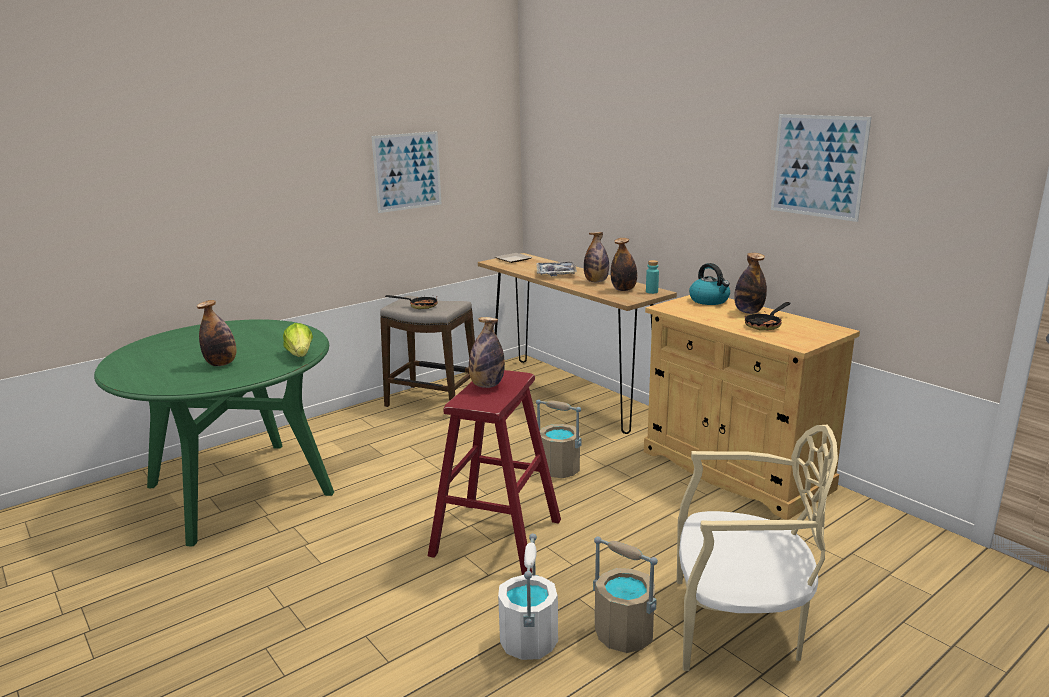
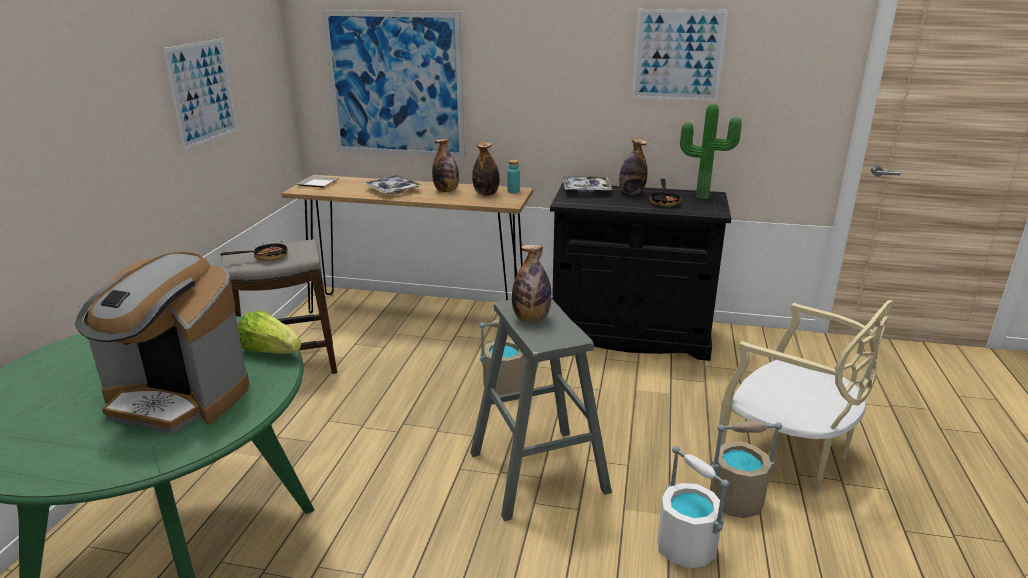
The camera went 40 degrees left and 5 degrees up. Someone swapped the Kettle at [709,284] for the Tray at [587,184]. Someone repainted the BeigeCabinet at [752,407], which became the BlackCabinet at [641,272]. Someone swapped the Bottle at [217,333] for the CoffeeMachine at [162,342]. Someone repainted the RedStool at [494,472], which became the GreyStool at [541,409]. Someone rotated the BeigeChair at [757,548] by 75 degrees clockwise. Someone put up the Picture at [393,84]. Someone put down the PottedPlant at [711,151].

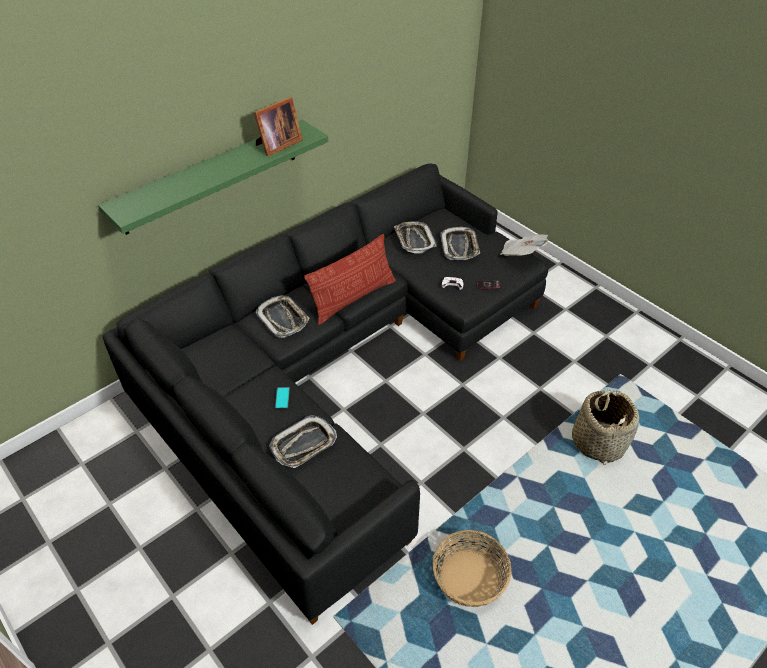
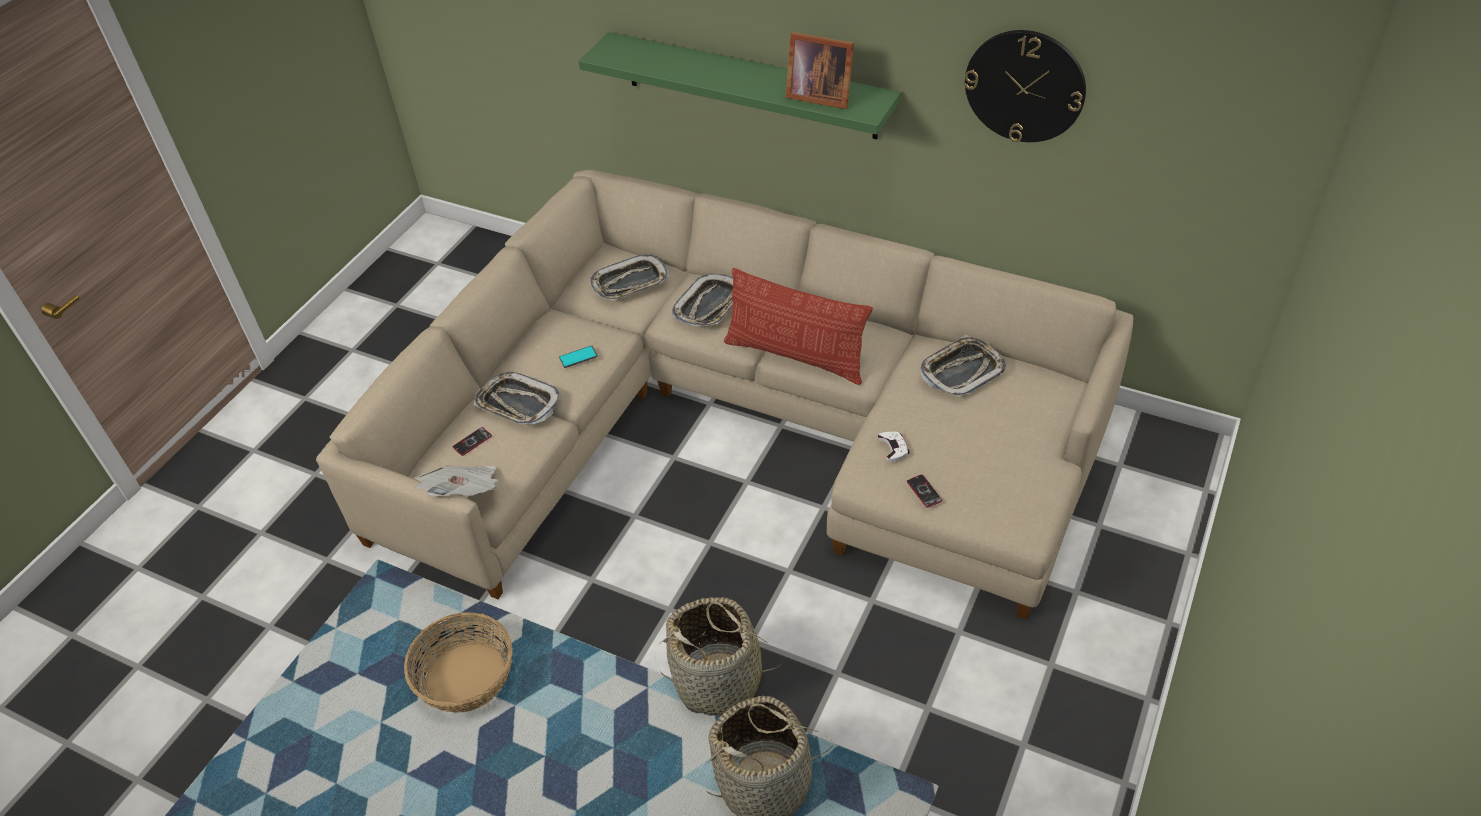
The camera went 70 degrees right and 0 degrees up. Someone repainted the BlackSofa at [326,394], which became the BeigeSofa at [725,394]. Someone carried the Tray from [460,243] to [630,277]. Someone carried the Newspaper from [524,245] to [456,480]. Someone put up the WallClock at [1025,86]. Someone put down the Phone at [472,441]. Someone put down the Basket at [721,656].

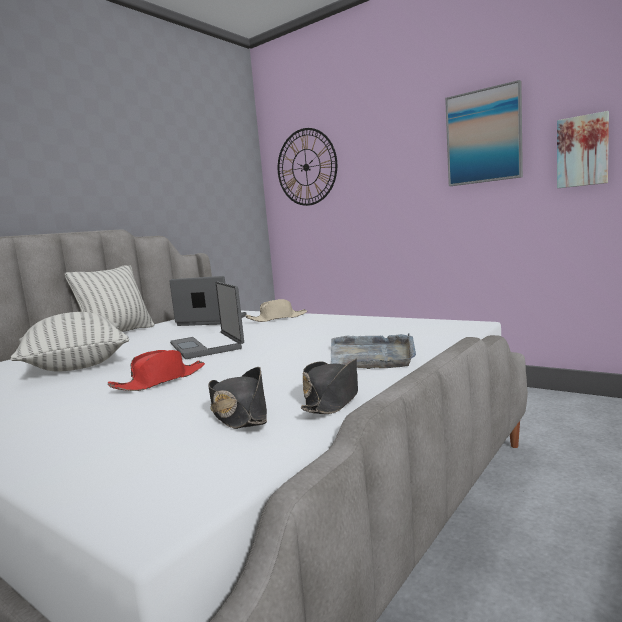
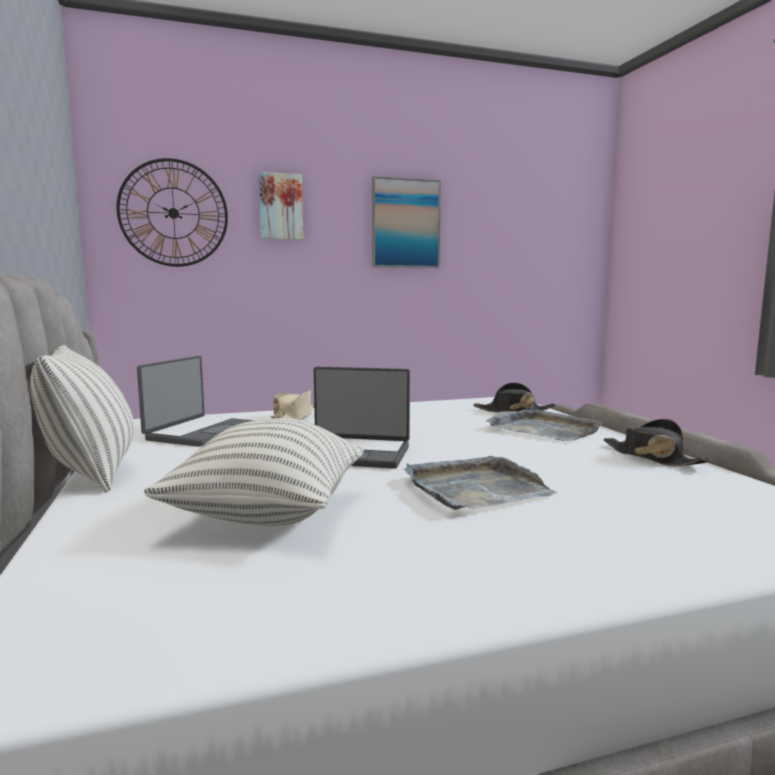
The camera went 55 degrees left and 0 degrees up. Someone carried the Picture from [583,149] to [281,206]. Someone rotated the Laptop at [208,301] by 150 degrees clockwise. Someone swapped the RedHat at [156,370] for the GreyTray at [480,483]. Someone carried the BlackHat from [237,398] to [514,397].

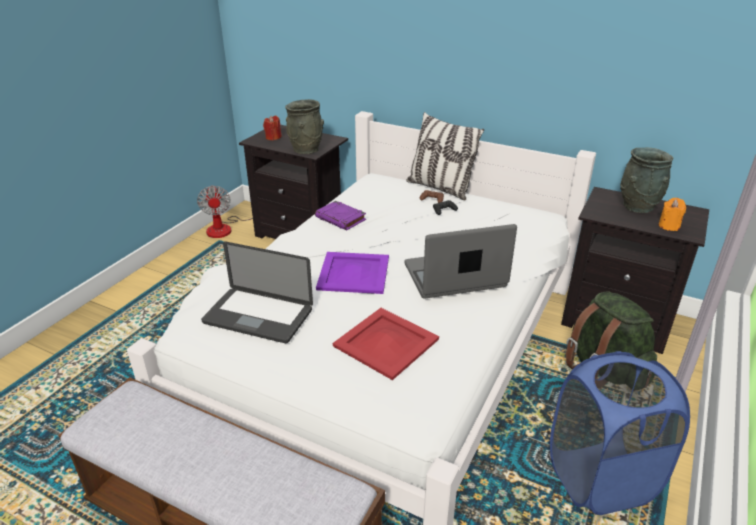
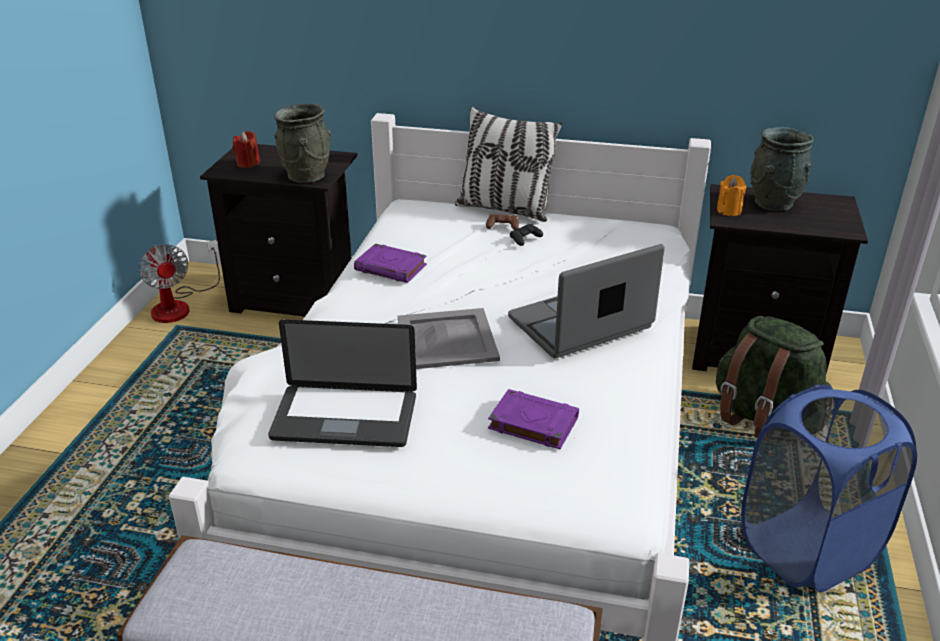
The camera went 15 degrees left and 0 degrees up. Someone carried the OrangeCandle from [672,214] to [731,195]. Someone repainted the PurpleTray at [352,273], which became the GreyTray at [449,338]. Someone swapped the RedTray at [386,344] for the PurpleBook at [533,419].

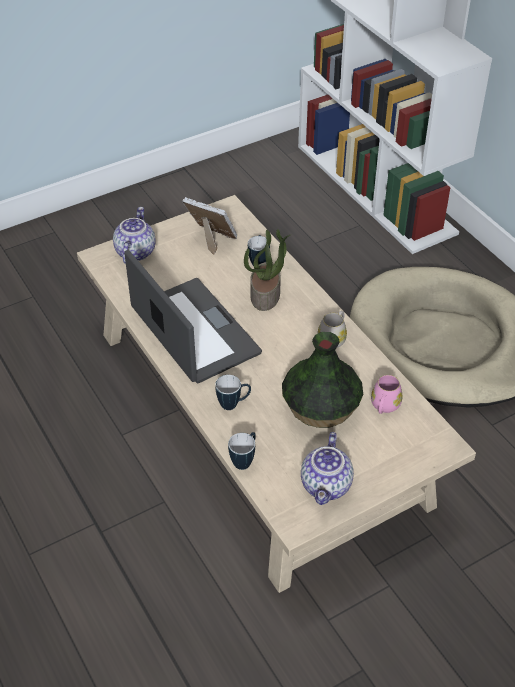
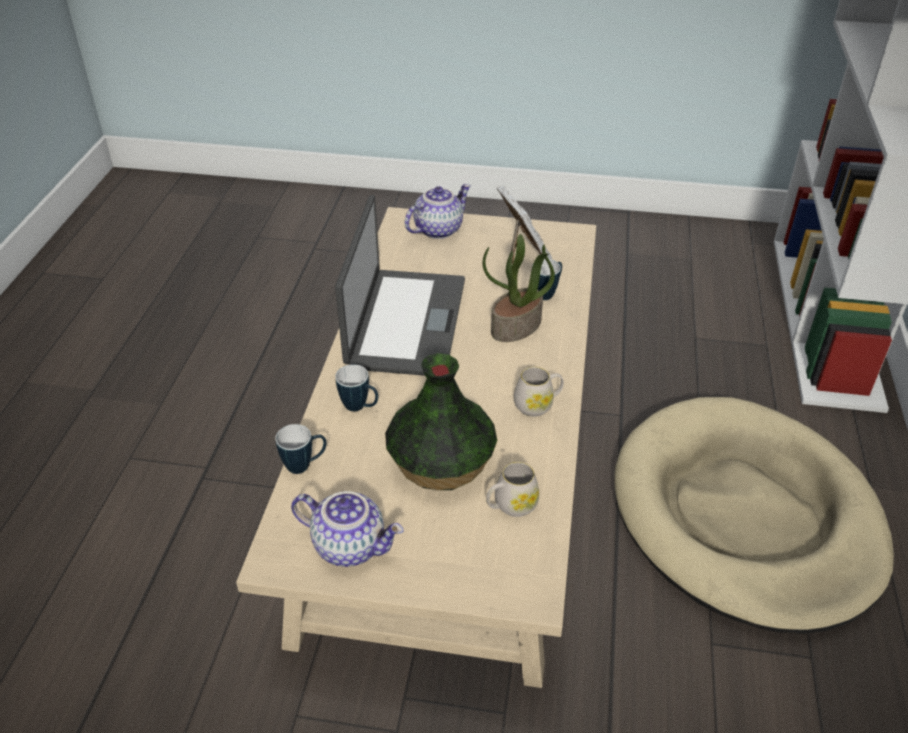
The camera went 40 degrees right and 5 degrees down. Someone repainted the PinkMug at [386,394], which became the WhiteMug at [512,489]. Someone rotated the Teapot at [327,468] by 120 degrees counterclockwise.

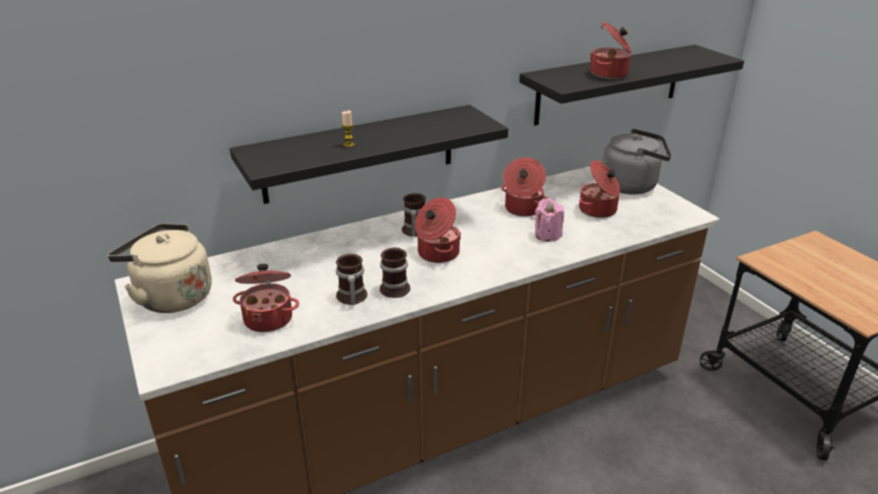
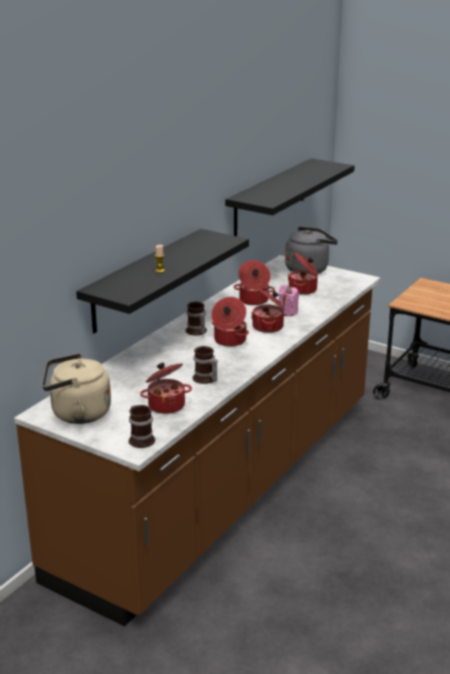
The camera went 30 degrees left and 5 degrees down. Someone carried the CookingPot from [611,50] to [268,310]. Someone carried the Mug from [395,272] to [142,426].

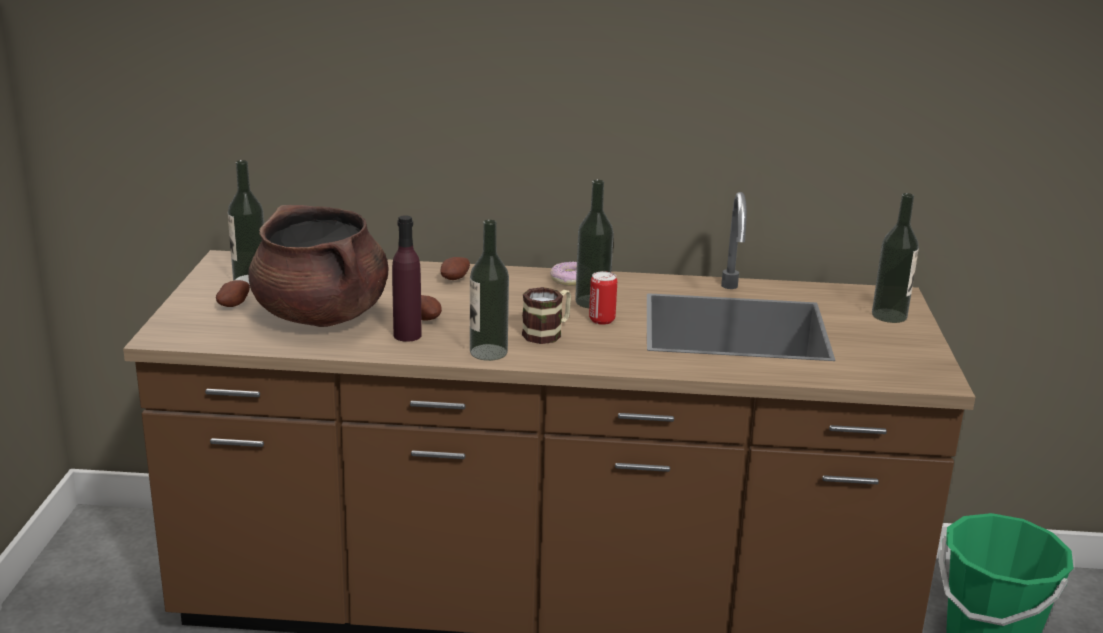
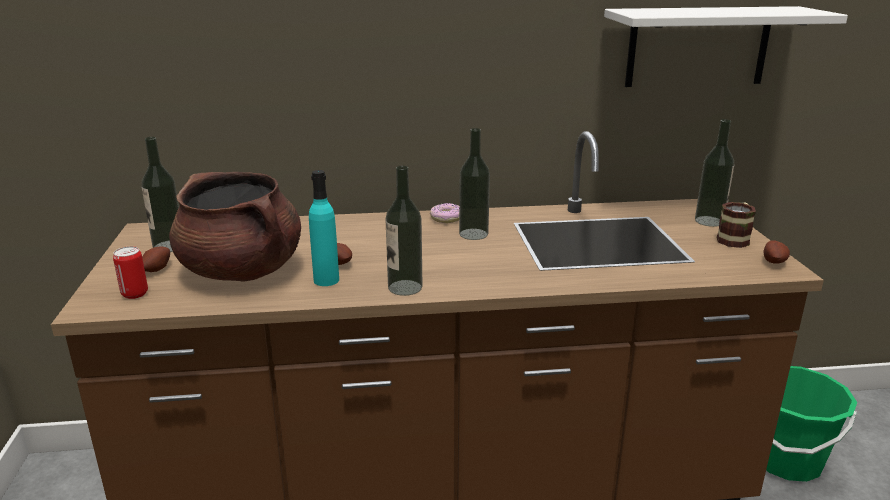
The camera went 10 degrees left and 0 degrees up. Someone repainted the PurpleBottle at [407,278], which became the TurquoiseBottle at [324,228]. Someone carried the Potato from [455,268] to [777,252]. Someone carried the Can from [603,298] to [130,272]. Someone carried the Mug from [546,315] to [736,225]. Someone put up the WhiteShelf at [726,46].

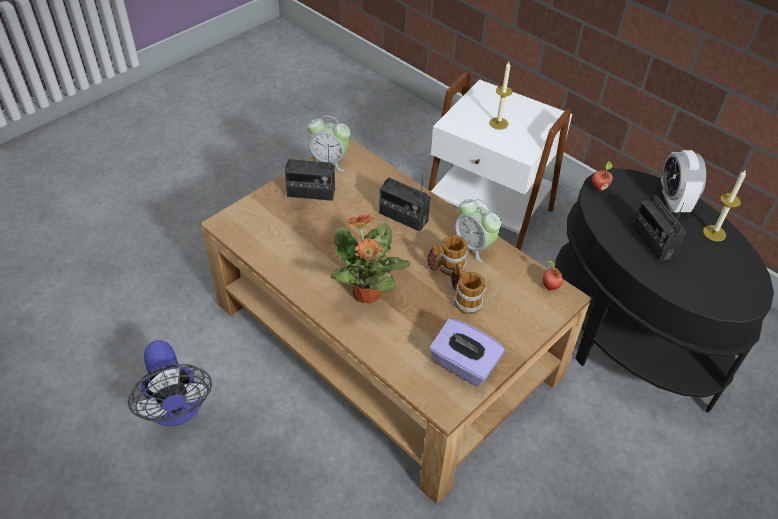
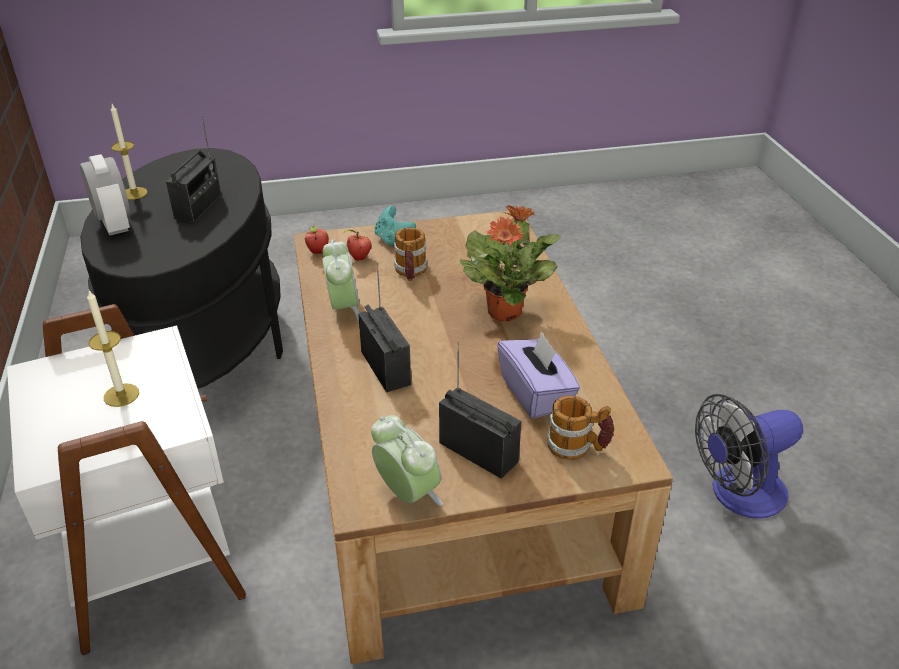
The camera went 145 degrees left and 10 degrees down. Someone rotated the AlarmClock at [683,181] by 60 degrees counterclockwise. Someone carried the Apple from [602,176] to [357,245]. Someone carried the Mug from [447,255] to [580,428]. Someone carried the PurpleTissueBox from [467,352] to [538,375]. Someone rotated the Fan at [170,383] by 120 degrees counterclockwise. Someone put down the TurquoiseGameController at [395,226].

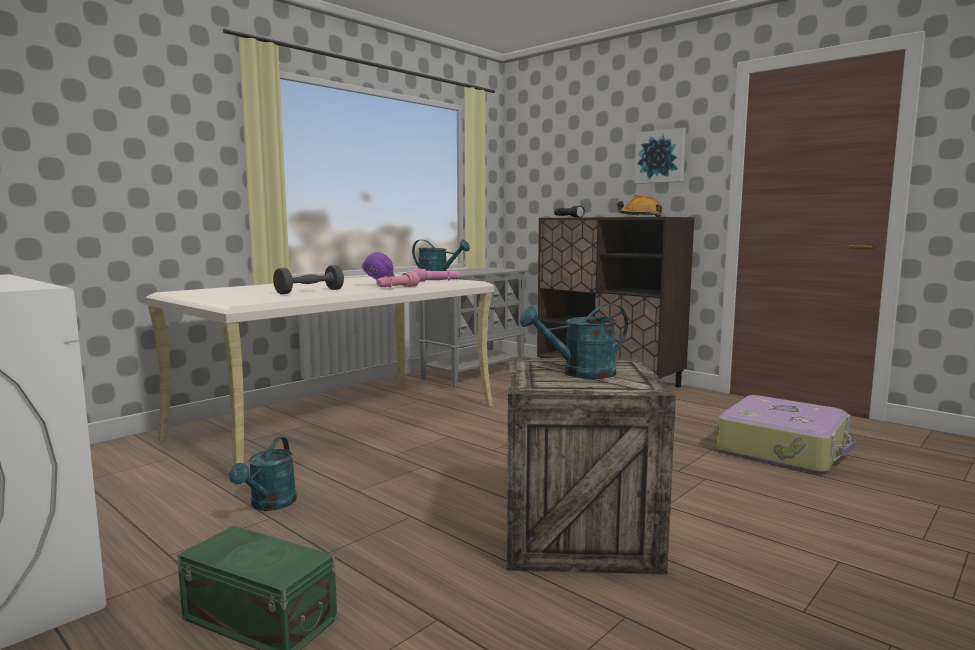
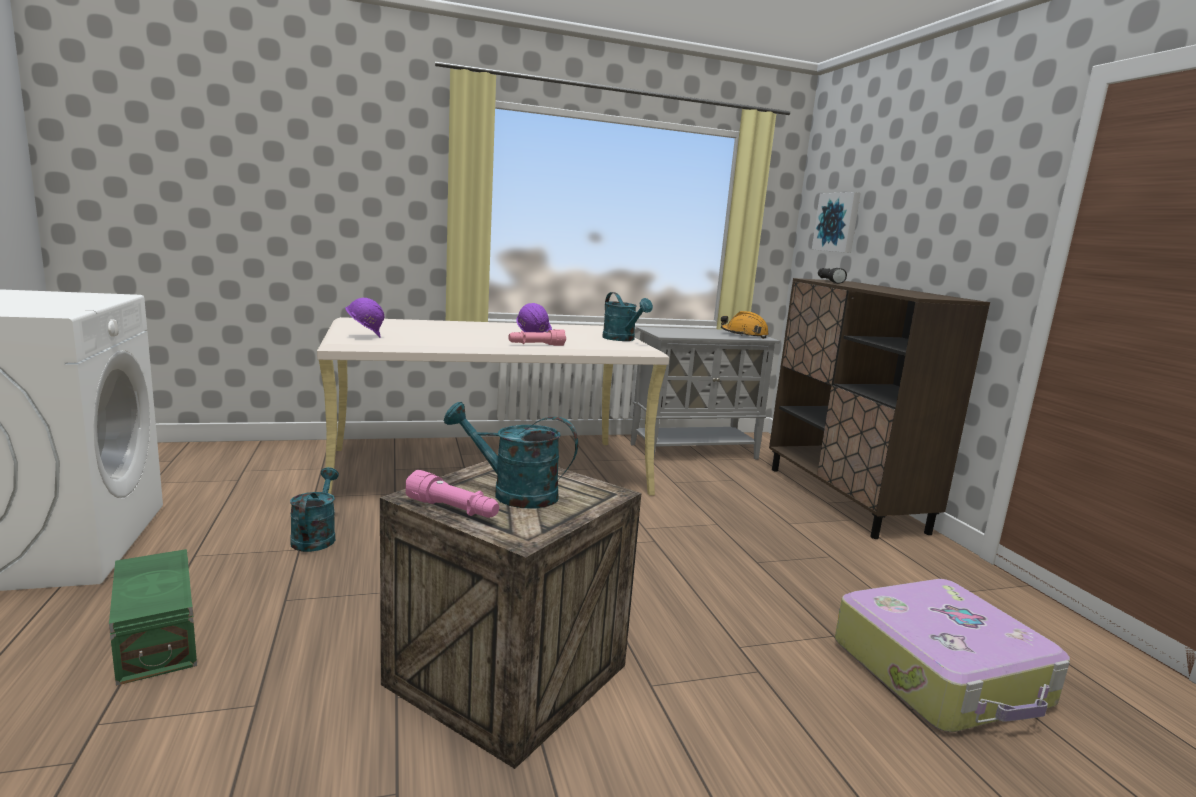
The camera went 30 degrees right and 5 degrees up. Someone carried the Picture from [660,156] to [836,222]. Someone carried the OrangeHardHat from [640,206] to [744,325]. Someone took away the GreyDumbbell at [308,279]. Someone carried the PinkFlashlight from [436,275] to [452,494]. Someone rotated the TurquoiseWateringCan at [263,474] by 135 degrees clockwise. Someone put down the PurpleHardHat at [365,318].

